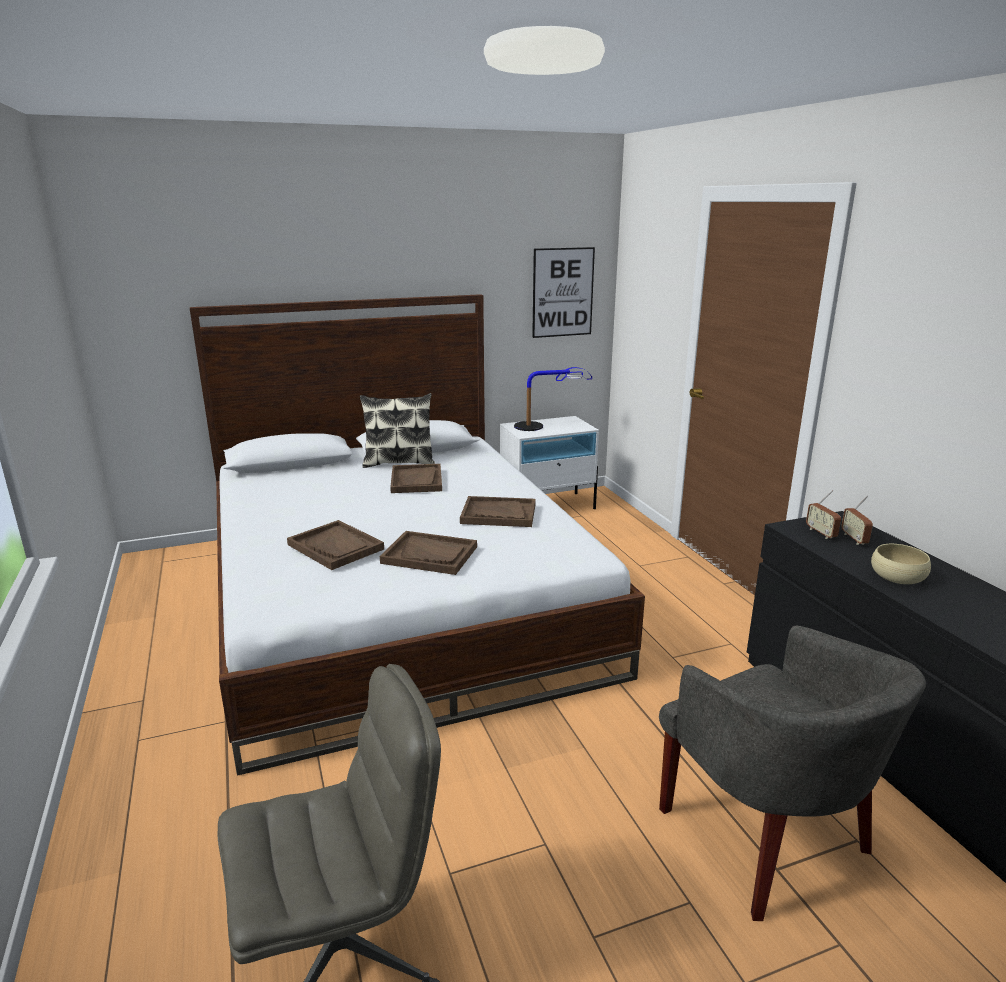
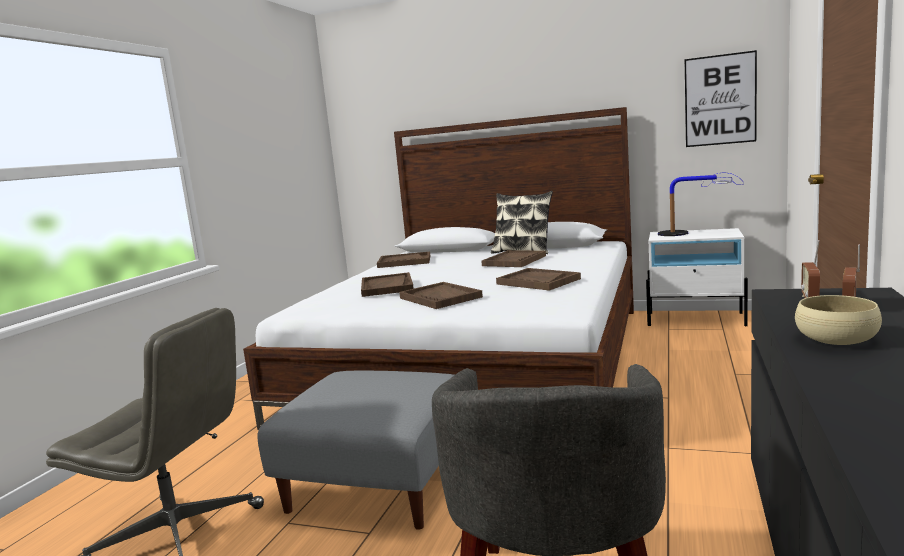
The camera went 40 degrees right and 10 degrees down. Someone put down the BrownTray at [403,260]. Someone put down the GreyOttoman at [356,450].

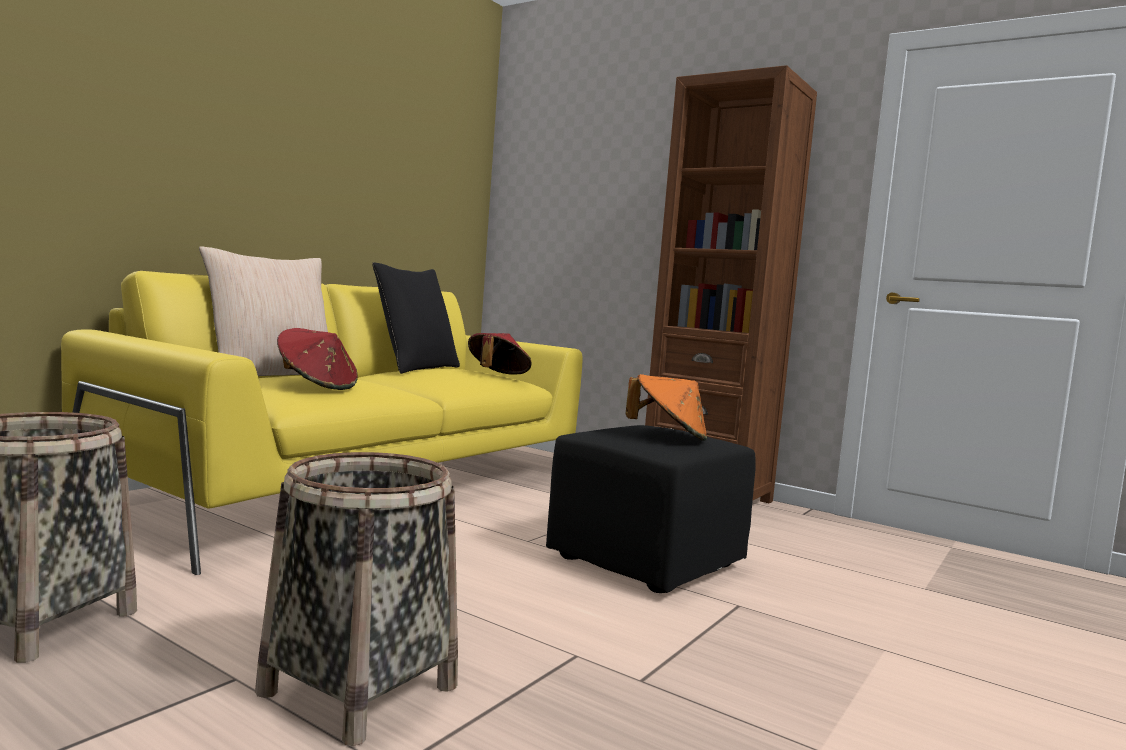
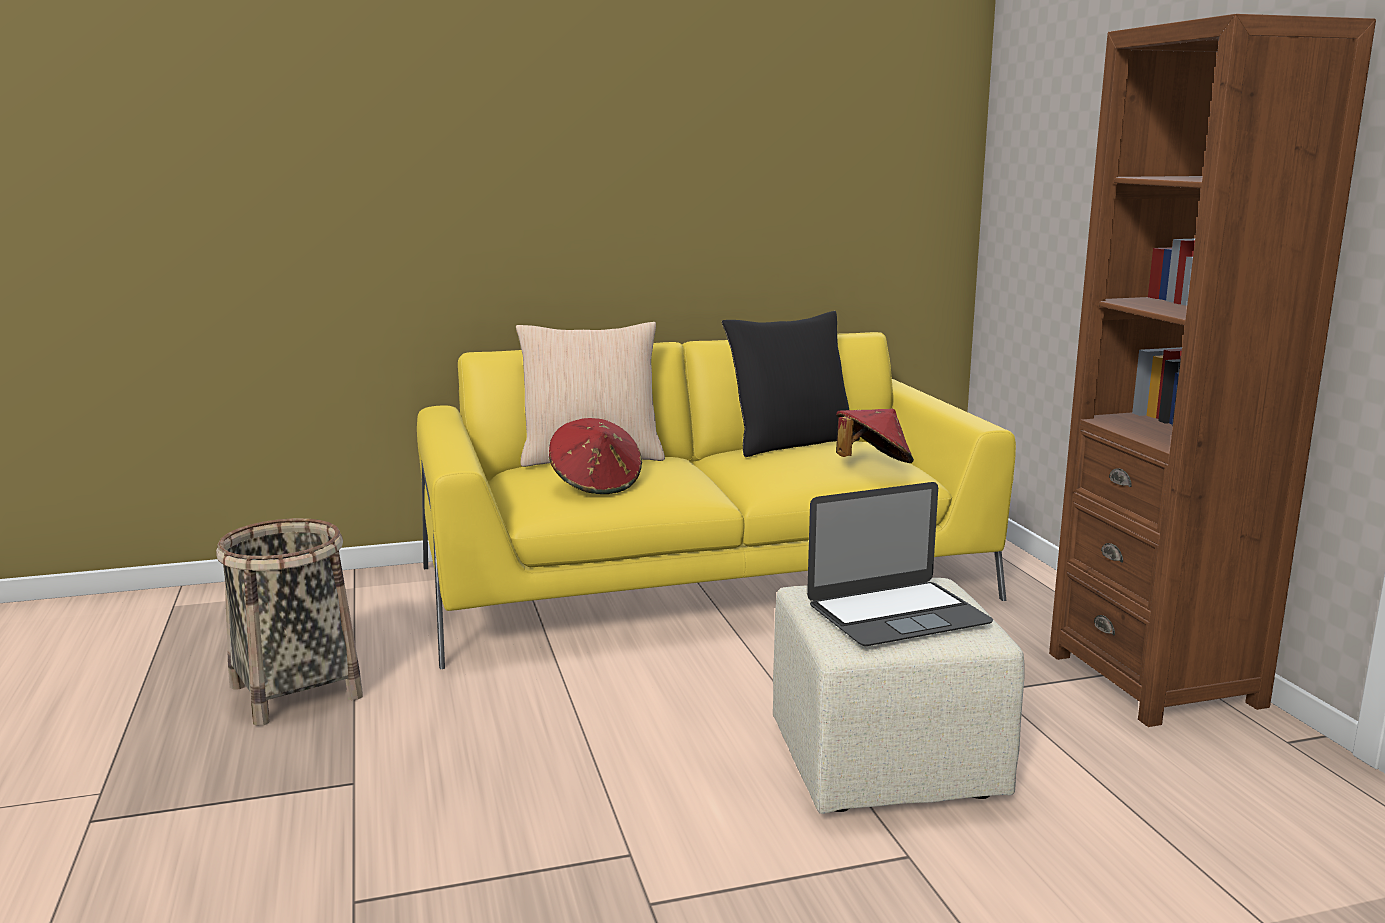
The camera went 40 degrees right and 10 degrees up. Someone swapped the OrangeHat at [666,407] for the Laptop at [900,564]. Someone repainted the BlackOttoman at [651,509], which became the BeigeOttoman at [898,696]. Someone took away the Basket at [356,599].

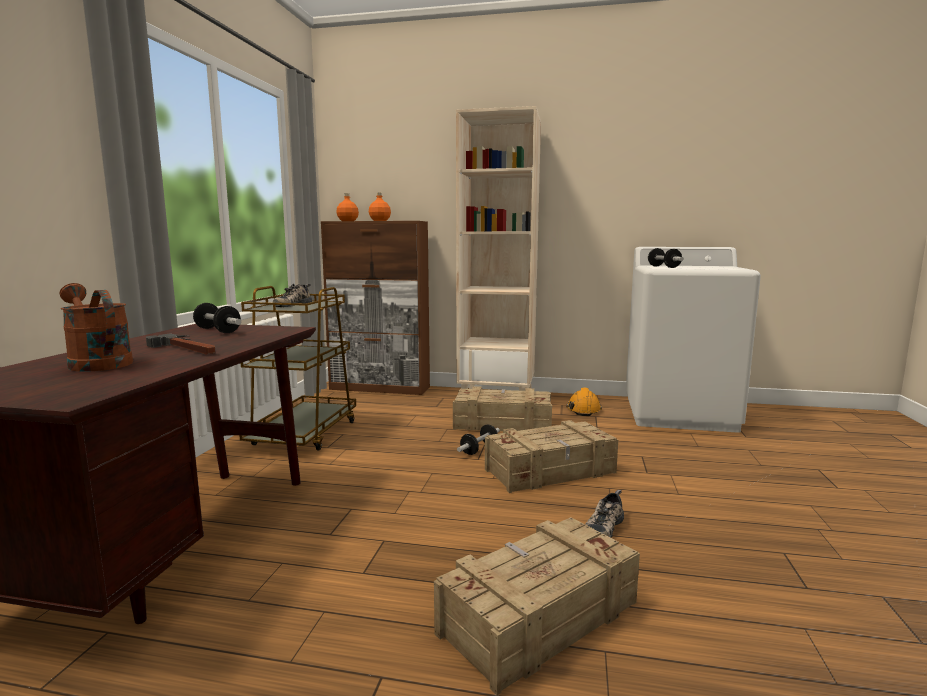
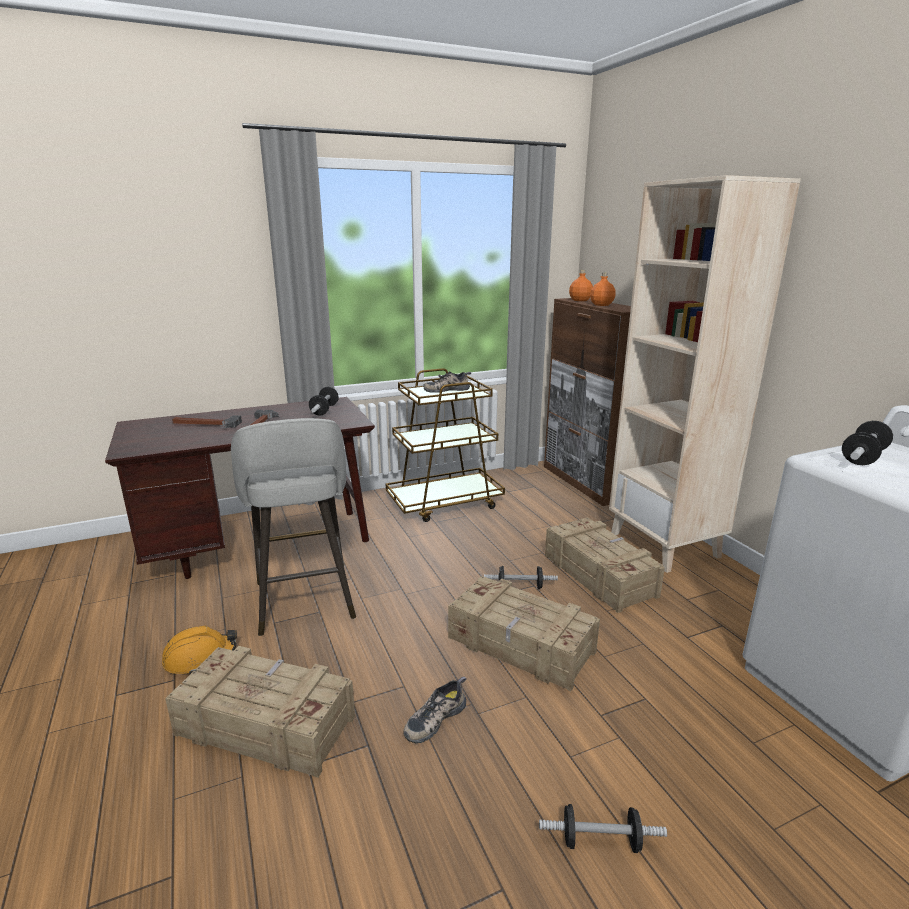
The camera went 55 degrees right and 10 degrees up. Someone swapped the BrownWateringCan at [96,327] for the Hammer at [207,422]. Someone carried the OrangeHardHat from [584,401] to [199,650]. Someone rotated the Shoe at [604,514] by 45 degrees counterclockwise. Someone put down the GreyStool at [293,527]. Someone put down the Dumbbell at [603,828].

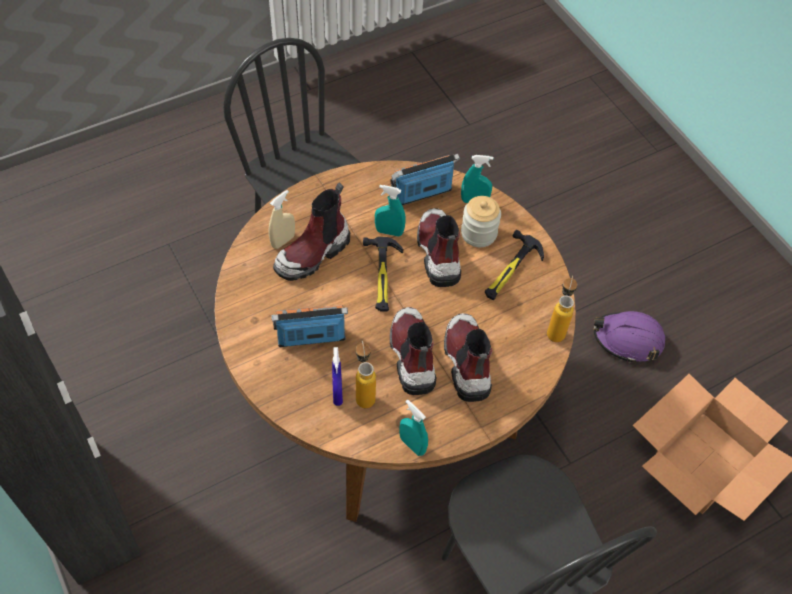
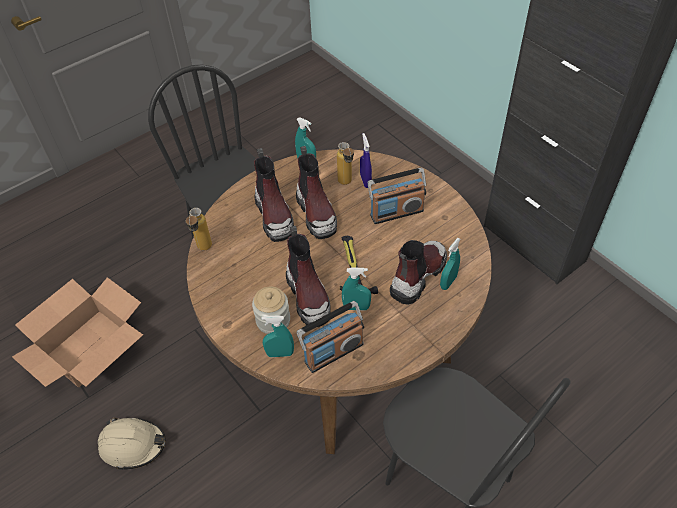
The camera went 175 degrees right and 5 degrees down. Someone repainted the BeigeSprayBottle at [282,219], which became the TurquoiseSprayBottle at [450,264]. Someone took away the Hammer at [514,265]. Someone repainted the PurpleHardHat at [629,337], which became the BeigeHardHat at [131,444].

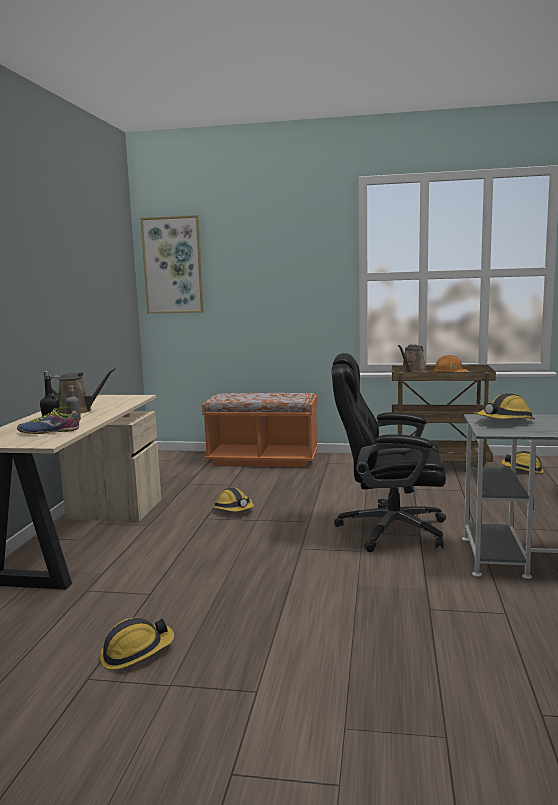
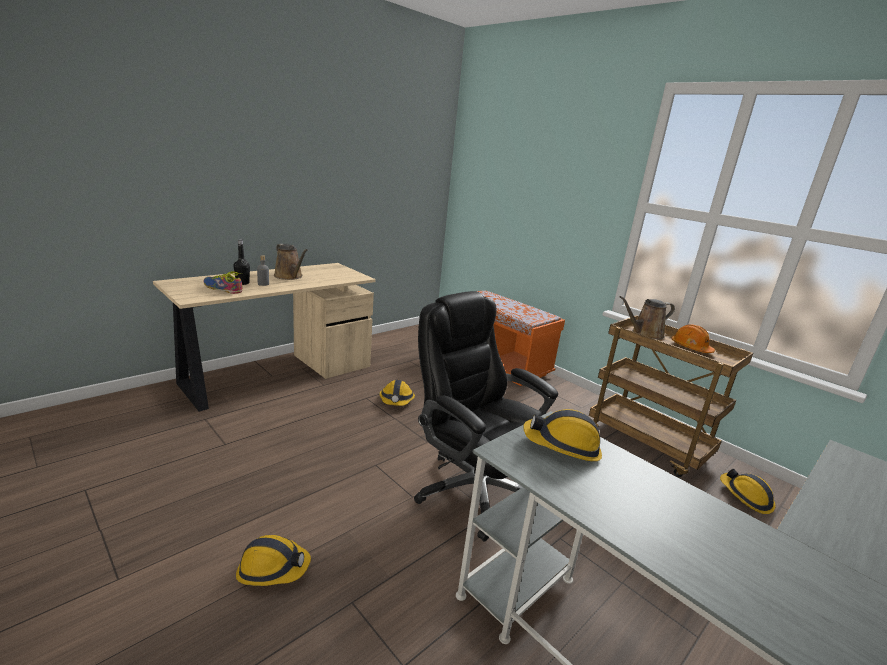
The camera went 35 degrees right and 10 degrees up. Someone took away the Picture at [172,264]. Someone carried the HardHat from [137,644] to [273,560].

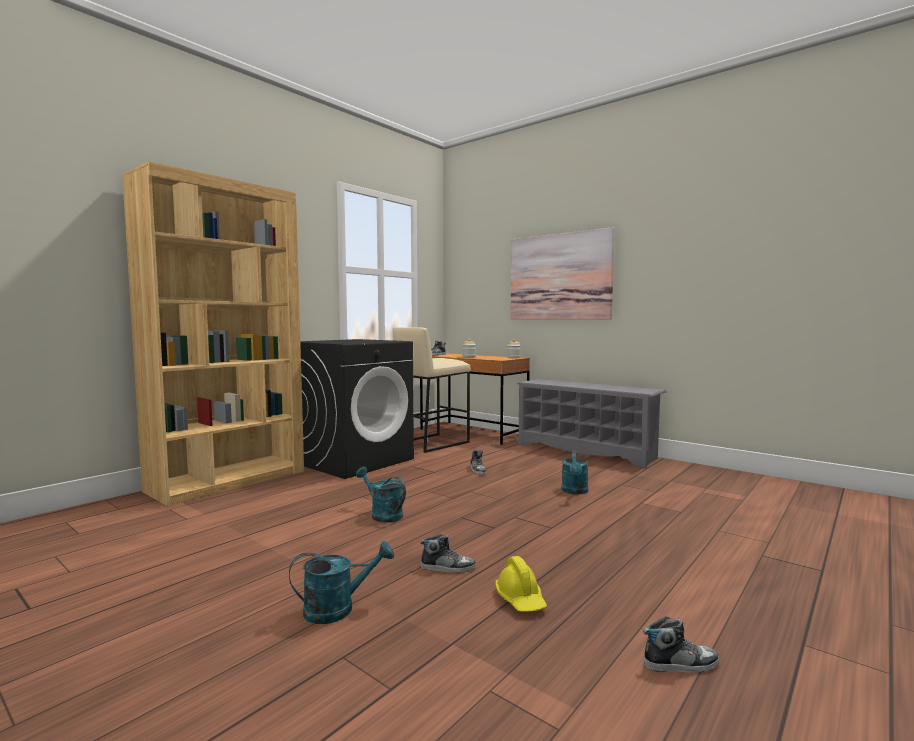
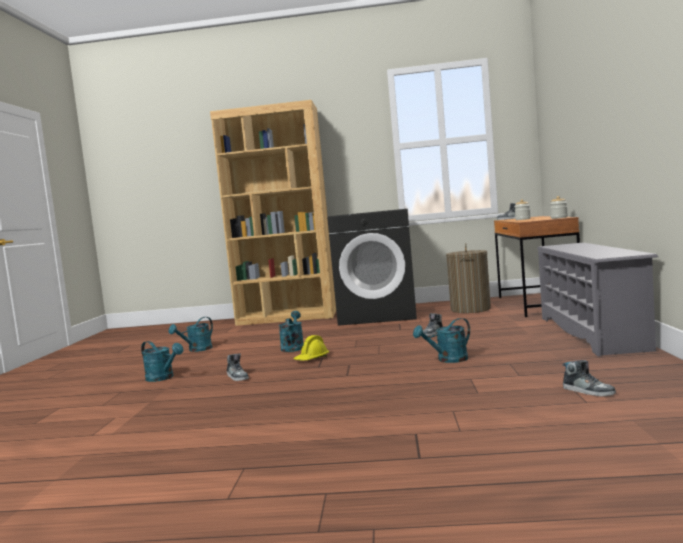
The camera went 55 degrees right and 0 degrees up. Someone took away the Picture at [562,273]. Someone swapped the BeigeStool at [432,390] for the LaundryBasket at [468,278]. Someone carried the YellowHardHat from [521,584] to [311,348]. Someone carried the Shoe from [681,644] to [589,378]. Someone put down the TurquoiseWateringCan at [191,334].

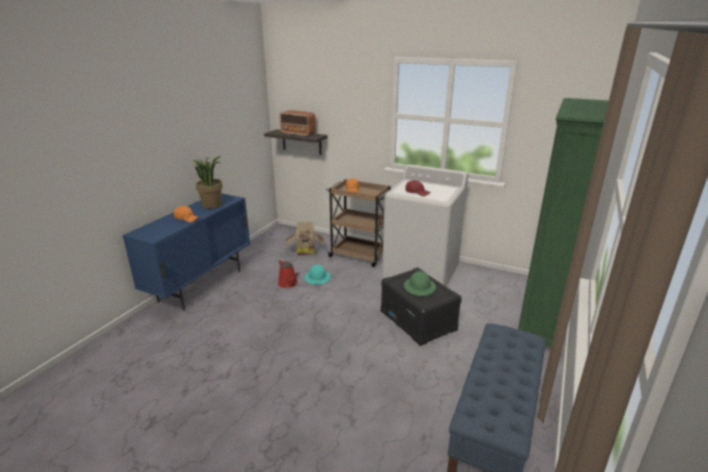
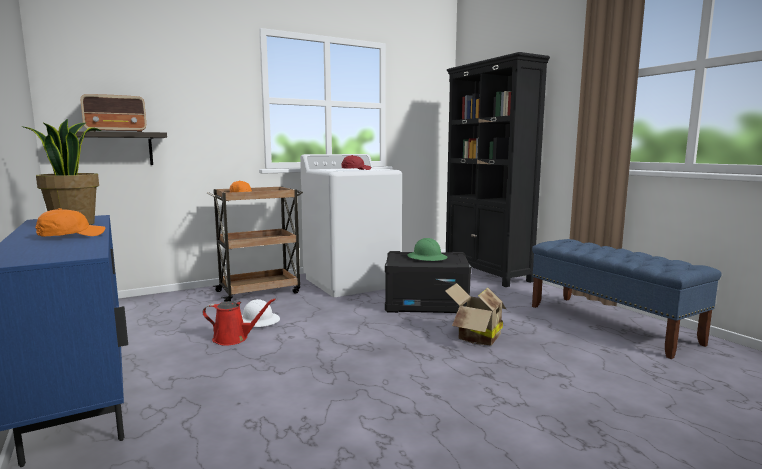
The camera went 55 degrees left and 15 degrees down. Someone repainted the GreenBookcase at [563,222], which became the BlackBookcase at [498,169]. Someone carried the CardboardBox from [305,239] to [475,314]. Someone repainted the TurquoiseHardHat at [318,274], which became the WhiteHardHat at [261,313].

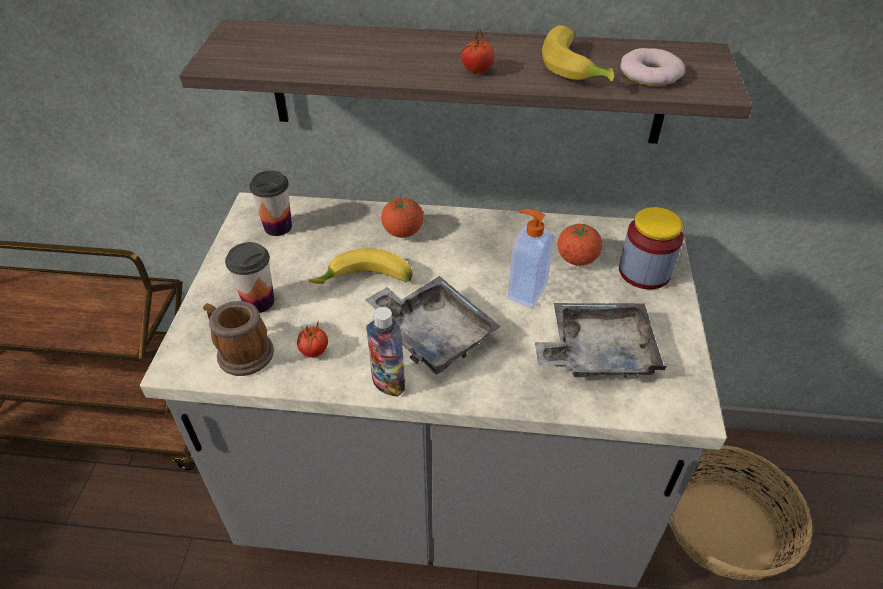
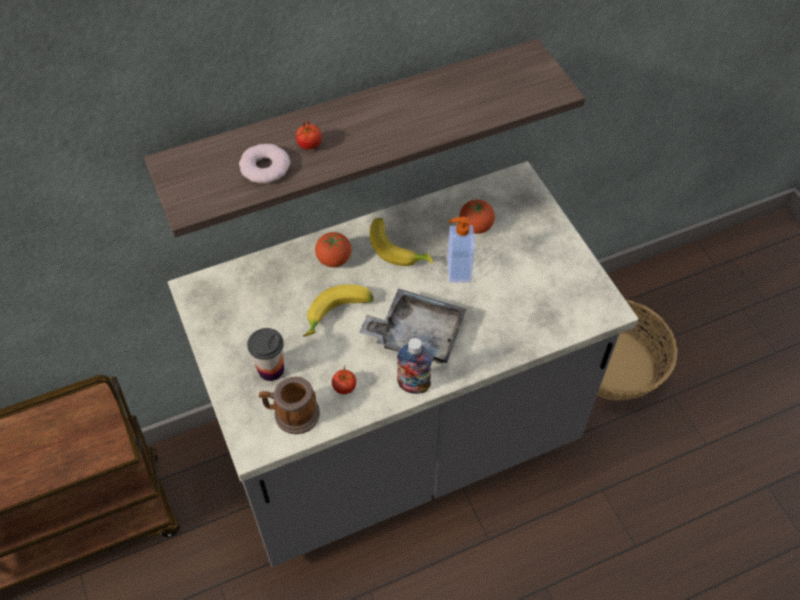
The camera went 30 degrees left and 10 degrees up. Someone carried the Banana from [578,53] to [401,242]. Someone carried the Tomato from [478,51] to [309,134]. Someone carried the Donut from [652,67] to [264,164]. Someone took away the Cup at [270,203]. Someone took away the Jar at [651,248]. Someone took away the GreyTray at [600,341].

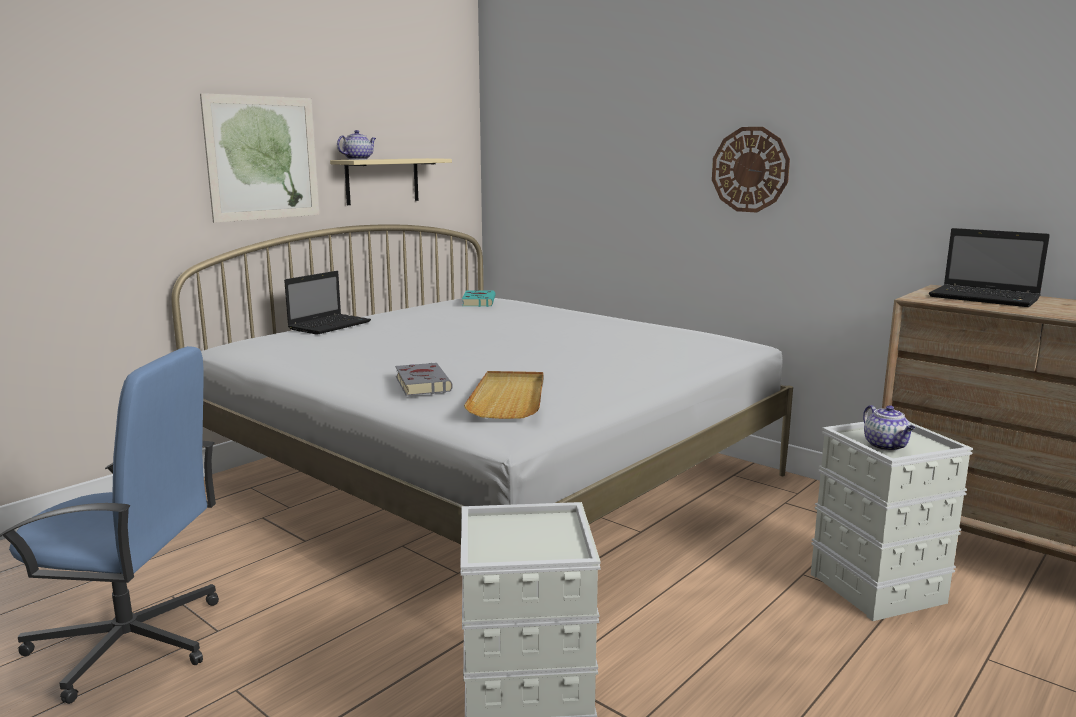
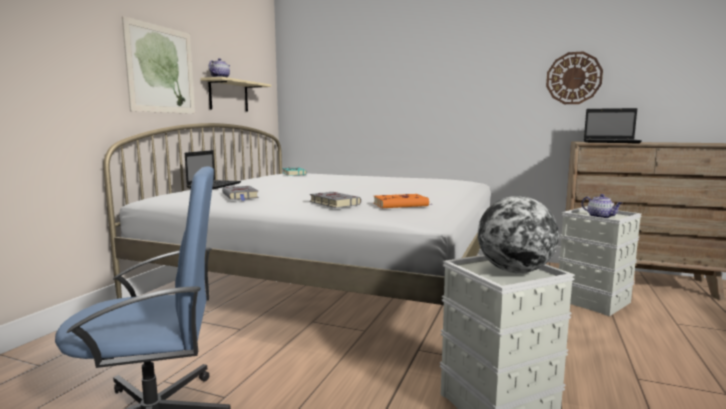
The camera went 20 degrees left and 5 degrees down. Someone carried the WallClock from [751,170] to [574,77]. Someone swapped the BeigeTray at [503,395] for the OrangeBook at [401,201]. Someone put down the GreyBook at [240,193]. Someone put down the Globe at [518,234].

